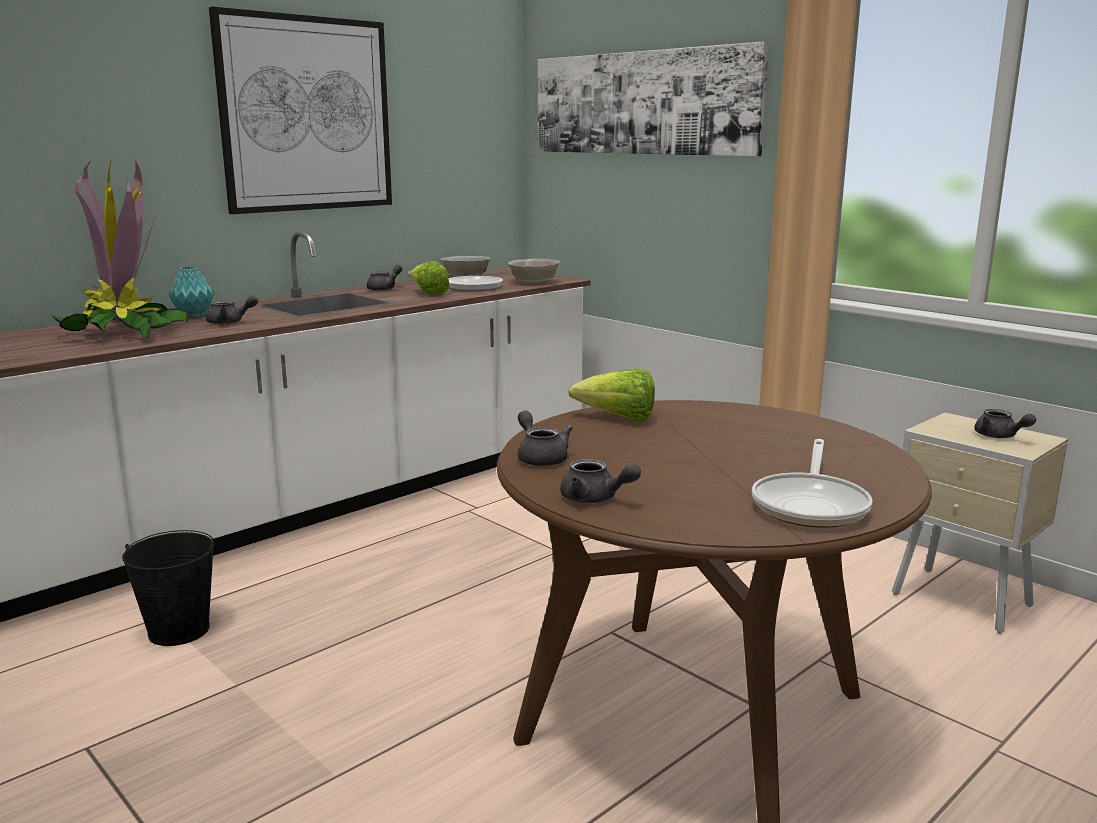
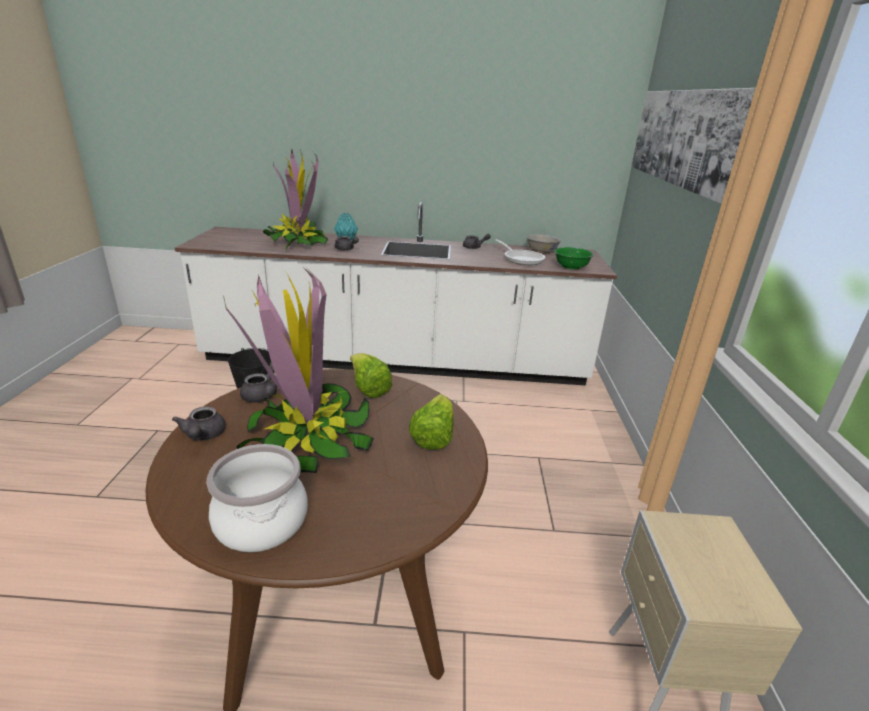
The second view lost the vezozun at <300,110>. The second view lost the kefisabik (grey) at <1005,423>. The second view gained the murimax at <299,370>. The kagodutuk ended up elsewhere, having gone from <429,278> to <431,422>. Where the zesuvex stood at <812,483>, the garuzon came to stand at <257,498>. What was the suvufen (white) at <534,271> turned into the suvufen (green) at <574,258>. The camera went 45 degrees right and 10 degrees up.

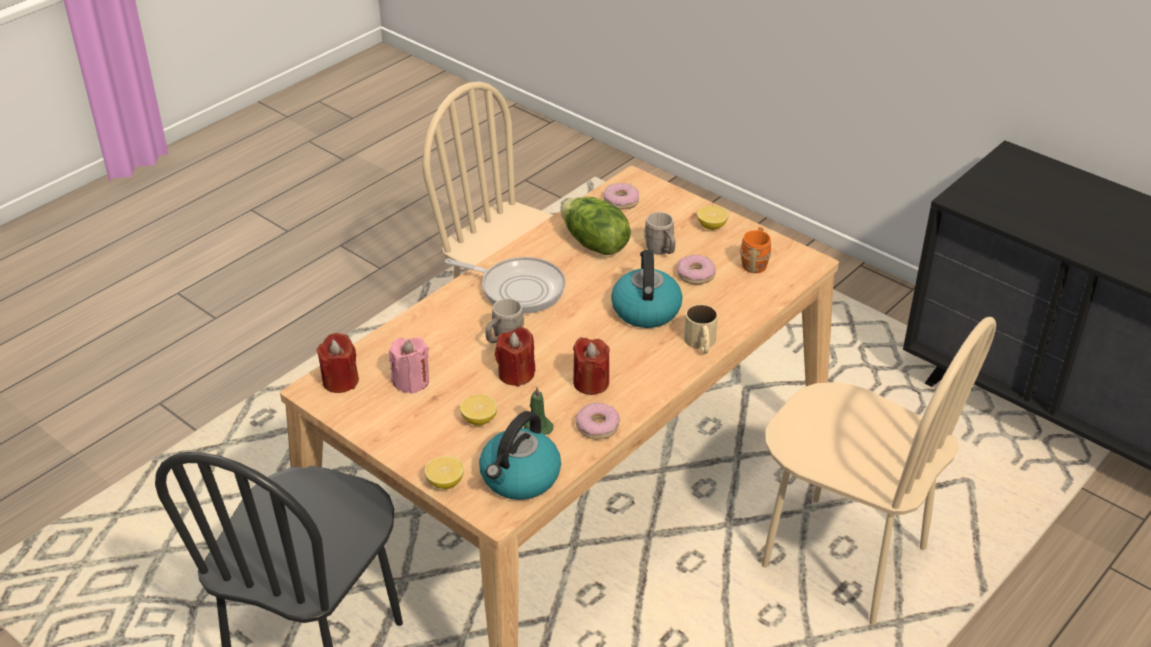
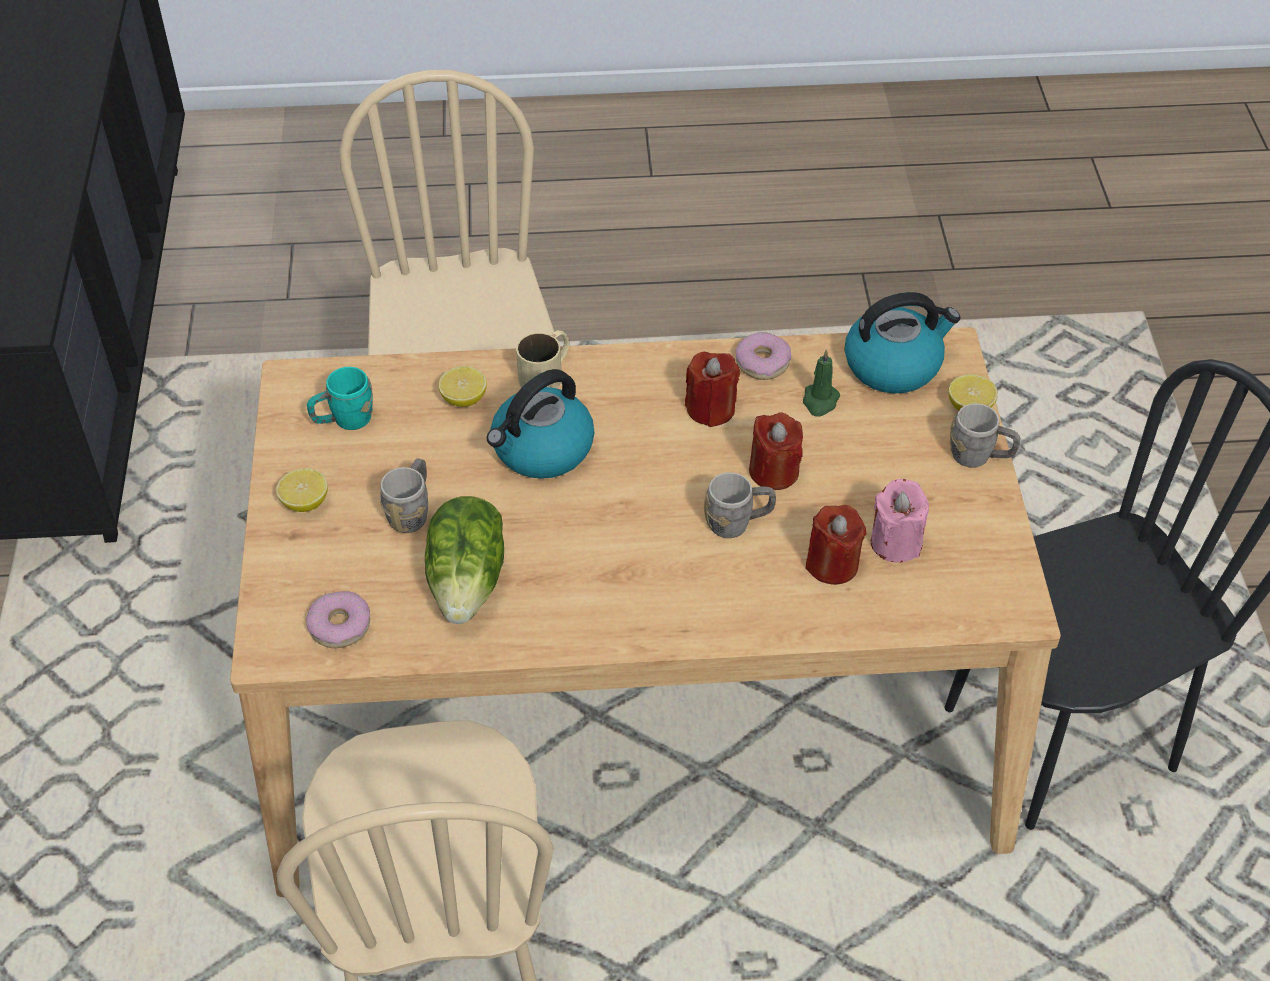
The second view lost the zesuvex at <505,285>. The second view lost the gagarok at <696,269>. The second view gained the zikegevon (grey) at <985,435>. The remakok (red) ended up elsewhere, having gone from <338,363> to <836,545>. The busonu ended up elsewhere, having gone from <478,410> to <462,386>. What was the zikegevon (orange) at <755,250> turned into the zikegevon (turquoise) at <340,398>. The camera went 135 degrees left and 10 degrees up.

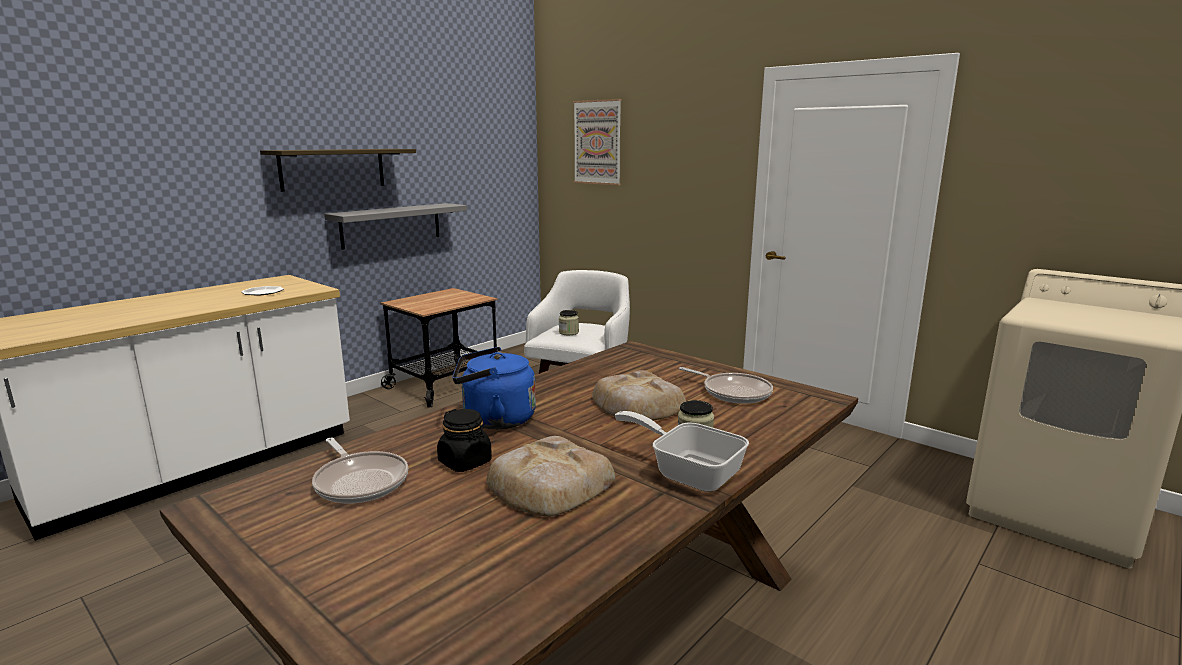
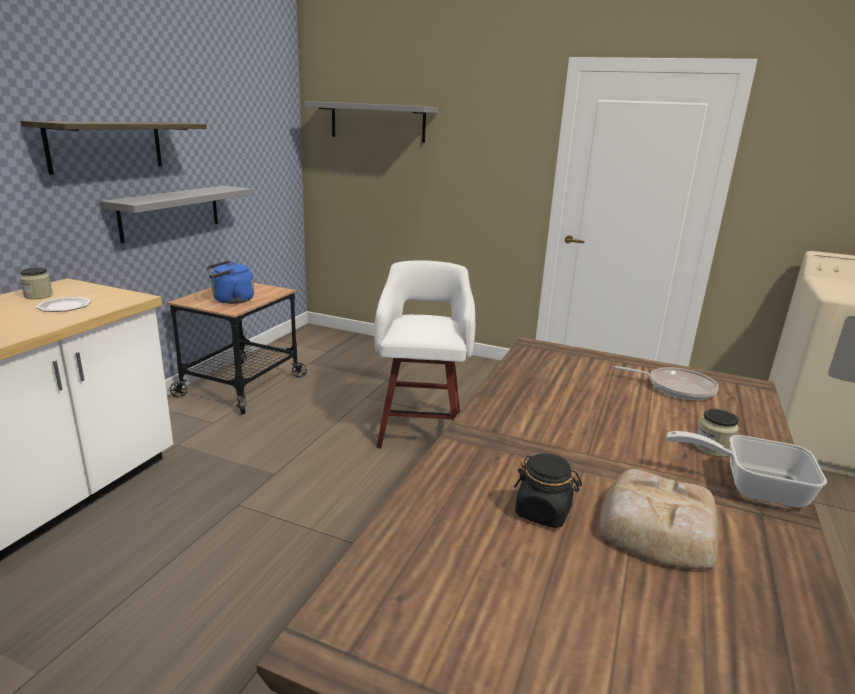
The second view lost the zesuvex at <360,470>. The second view lost the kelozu at <639,396>. The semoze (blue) ended up elsewhere, having gone from <494,388> to <230,282>. The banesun ended up elsewhere, having gone from <569,322> to <36,283>. Where the vezozun hung at <597,142>, the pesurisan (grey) came to hang at <371,122>. The camera went 20 degrees left and 5 degrees up.

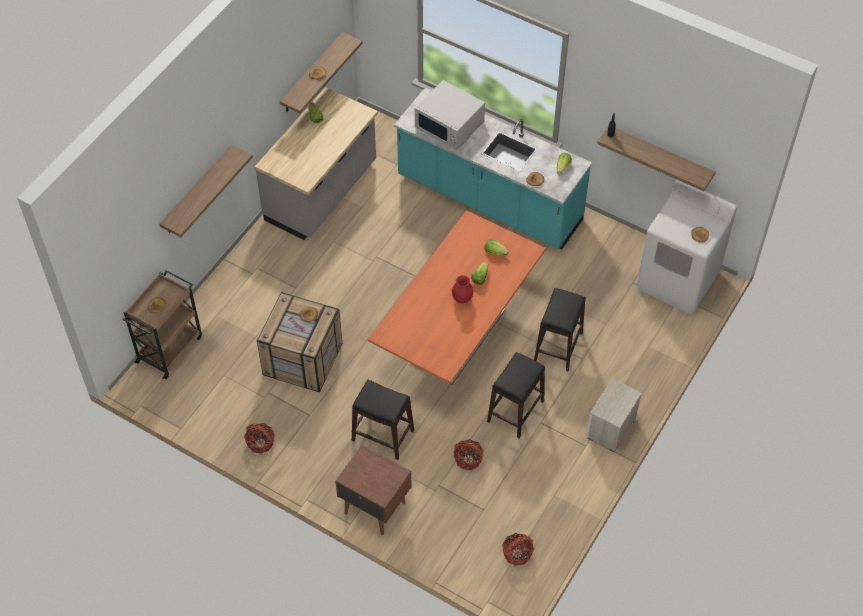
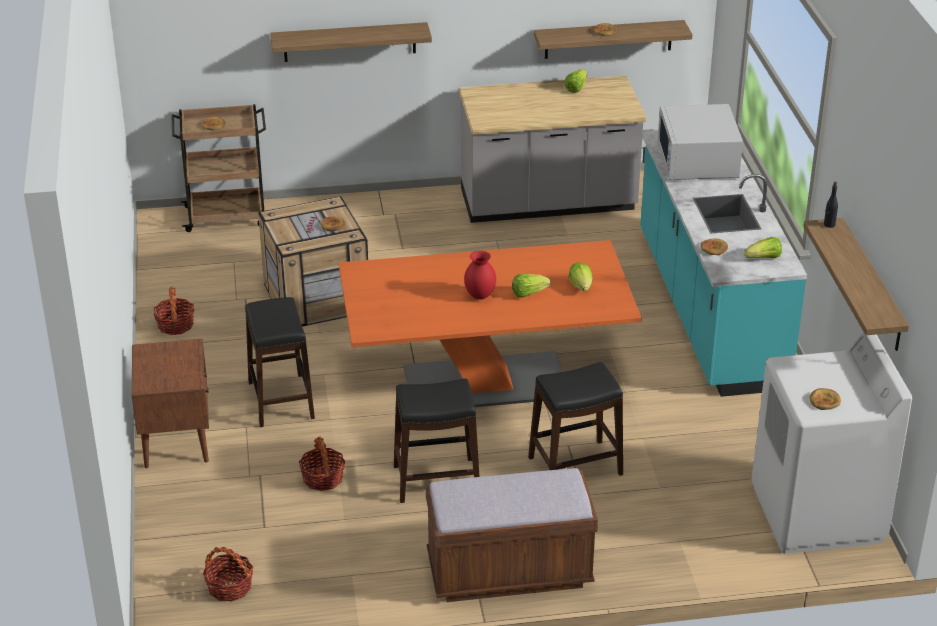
Where the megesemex stood at <614,415>, the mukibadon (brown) came to stand at <512,535>. The camera went 50 degrees right and 20 degrees down.

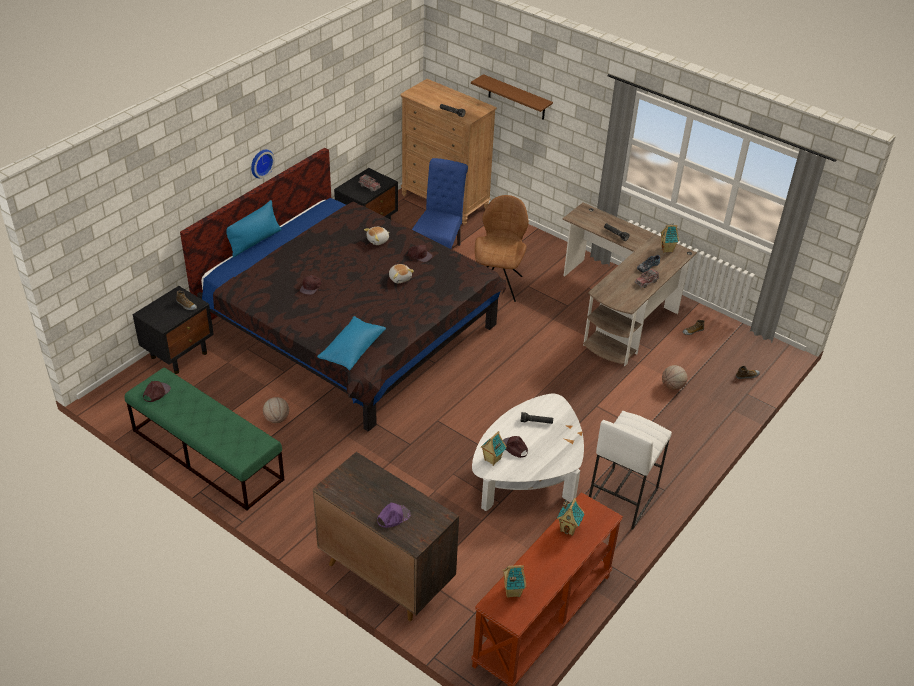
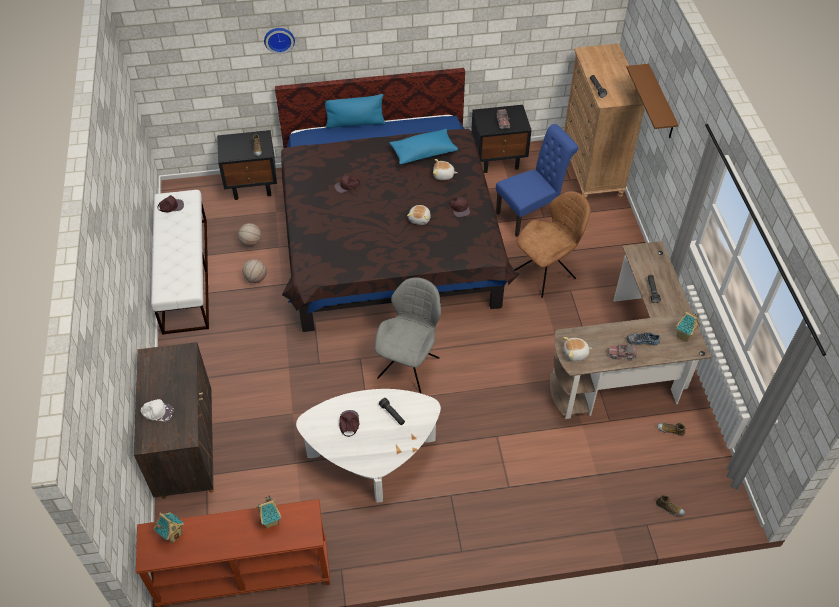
The second view lost the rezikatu at <494,448>. The second view lost the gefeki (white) at <630,470>. The second view gained the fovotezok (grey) at <408,335>. The second view gained the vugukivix at <577,349>. The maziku ended up elsewhere, having gone from <263,163> to <279,41>. The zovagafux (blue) ended up elsewhere, having gone from <351,343> to <424,147>. The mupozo ended up elsewhere, having gone from <675,377> to <249,235>. What was the mukibadon (green) at <205,439> turned into the mukibadon (white) at <180,262>. What was the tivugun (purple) at <394,515> turned into the tivugun (white) at <157,410>. The camera went 45 degrees right and 10 degrees up.

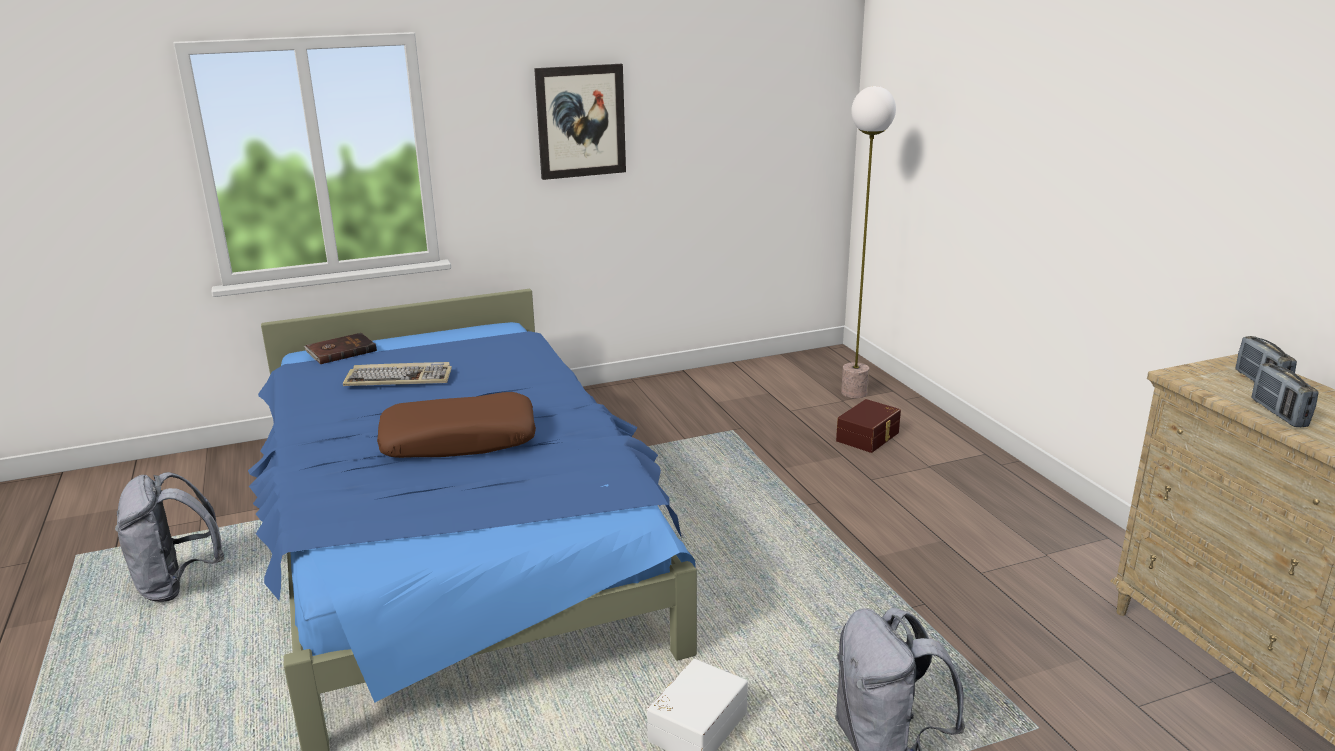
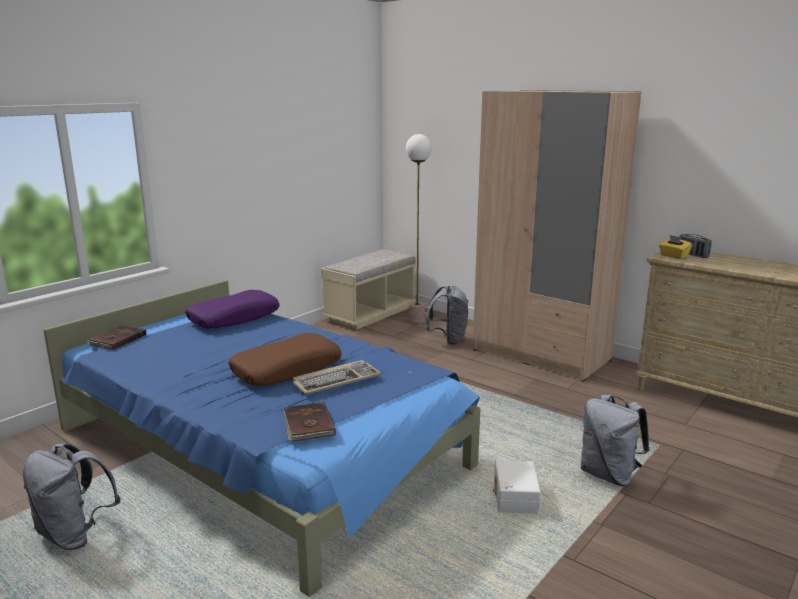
The second view lost the vezozun at <580,122>. The second view lost the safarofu at <1285,395>. The second view gained the zovagafux (purple) at <232,309>. The second view gained the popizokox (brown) at <309,422>. The second view gained the mukibadon (beige) at <368,289>. The second view gained the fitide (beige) at <557,236>. The second view gained the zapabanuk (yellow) at <675,247>. The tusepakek ended up elsewhere, having gone from <397,374> to <337,377>. Where the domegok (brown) stood at <868,426>, the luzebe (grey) came to stand at <447,315>. The camera went 30 degrees left and 5 degrees down.

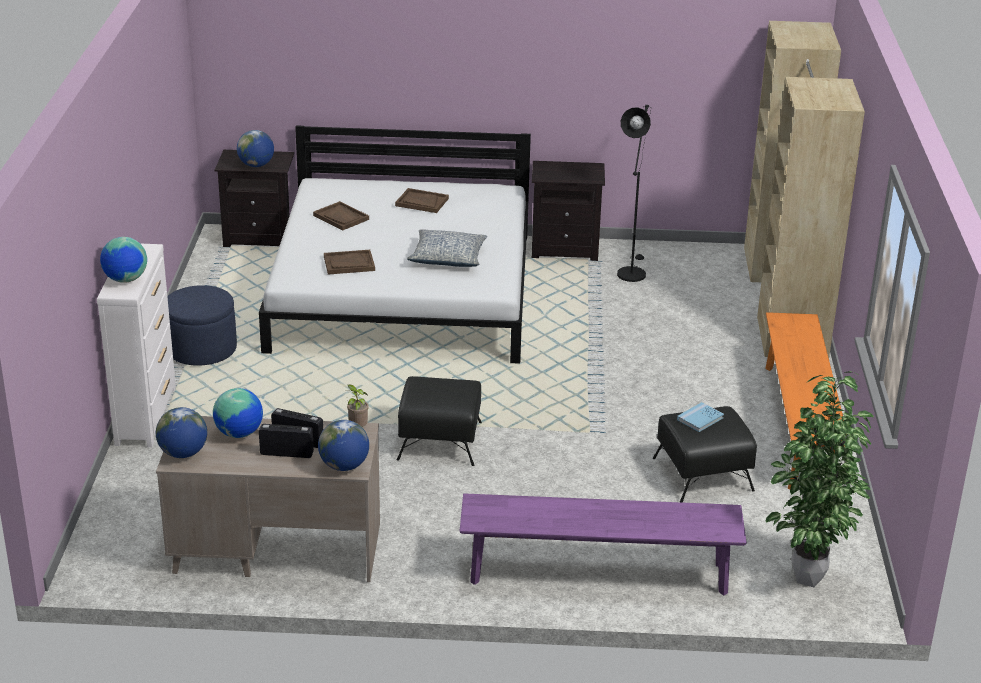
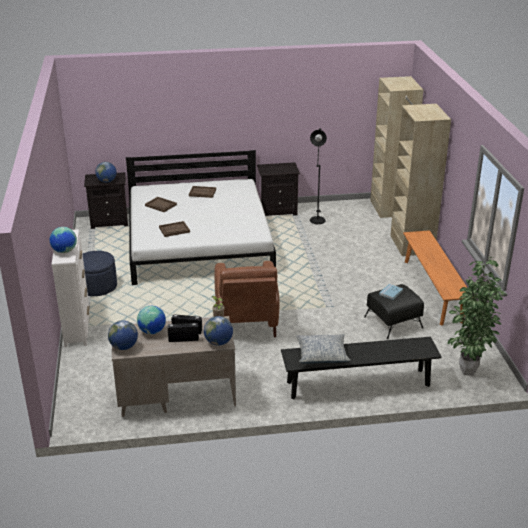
The zovagafux ended up elsewhere, having gone from <447,248> to <323,349>. Where the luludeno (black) stood at <439,421>, the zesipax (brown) came to stand at <246,299>. What was the mukibadon (purple) at <603,544> turned into the mukibadon (black) at <361,368>. The camera went 10 degrees left and 0 degrees up.

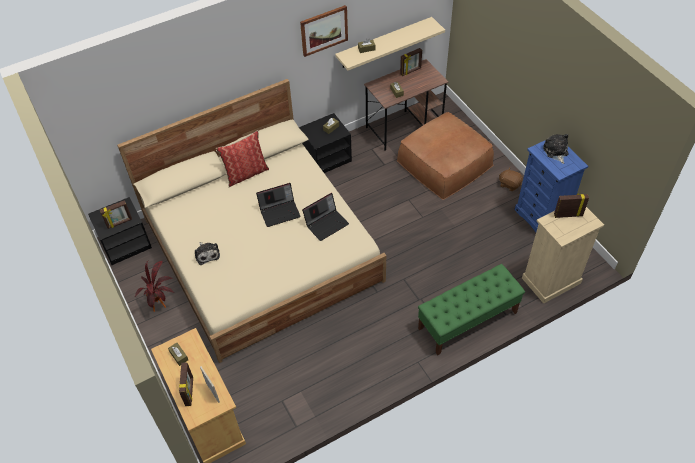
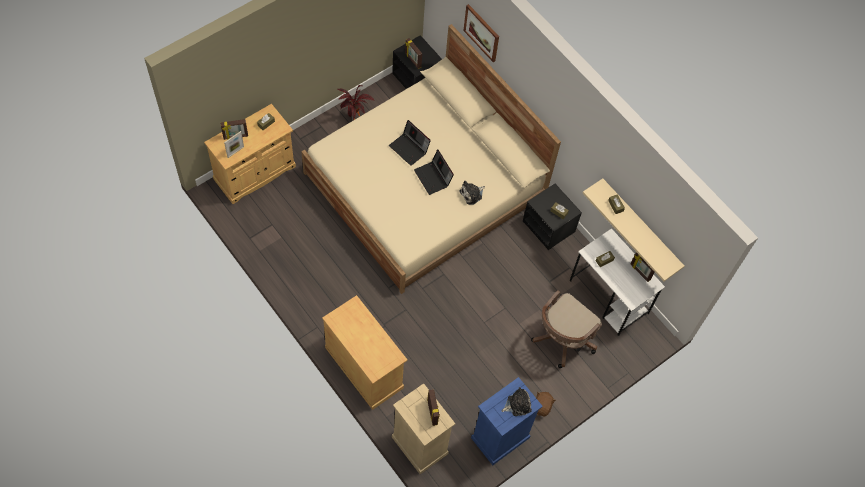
The second view lost the zovagafux at <242,158>. The vugukivix ended up elsewhere, having gone from <207,253> to <472,193>. The vezozun ended up elsewhere, having gone from <324,31> to <481,33>. The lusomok ended up elsewhere, having gone from <325,217> to <410,143>. Where the luludeno (brown) stood at <445,156>, the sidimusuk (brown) came to stand at <566,329>. Where the mukibadon (green) stood at <471,309>, the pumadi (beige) came to stand at <365,352>. What was the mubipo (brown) at <406,105> turned into the mubipo (white) at <617,282>. The camera went 75 degrees right and 10 degrees up.

